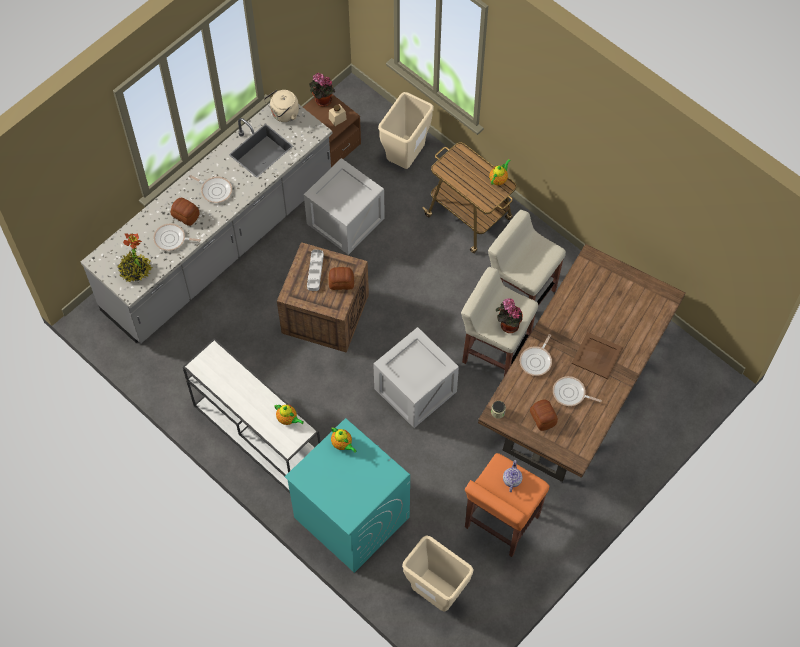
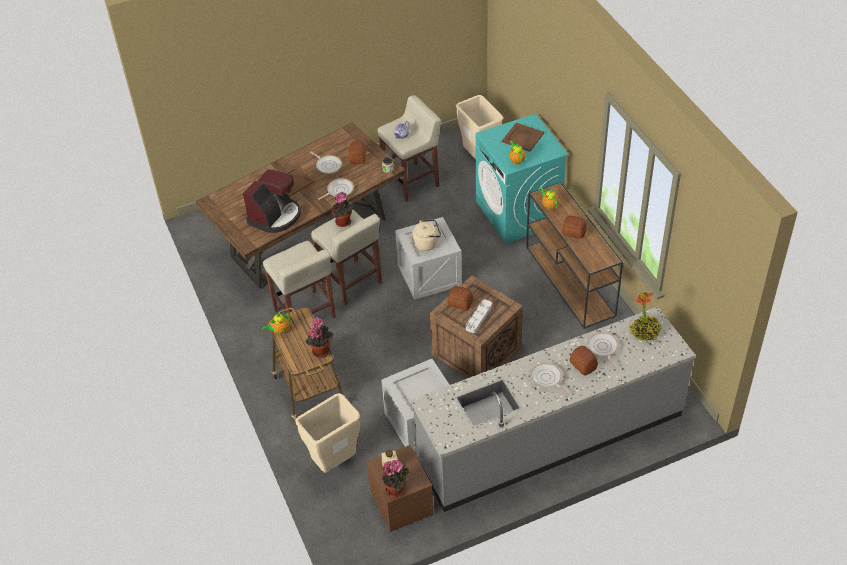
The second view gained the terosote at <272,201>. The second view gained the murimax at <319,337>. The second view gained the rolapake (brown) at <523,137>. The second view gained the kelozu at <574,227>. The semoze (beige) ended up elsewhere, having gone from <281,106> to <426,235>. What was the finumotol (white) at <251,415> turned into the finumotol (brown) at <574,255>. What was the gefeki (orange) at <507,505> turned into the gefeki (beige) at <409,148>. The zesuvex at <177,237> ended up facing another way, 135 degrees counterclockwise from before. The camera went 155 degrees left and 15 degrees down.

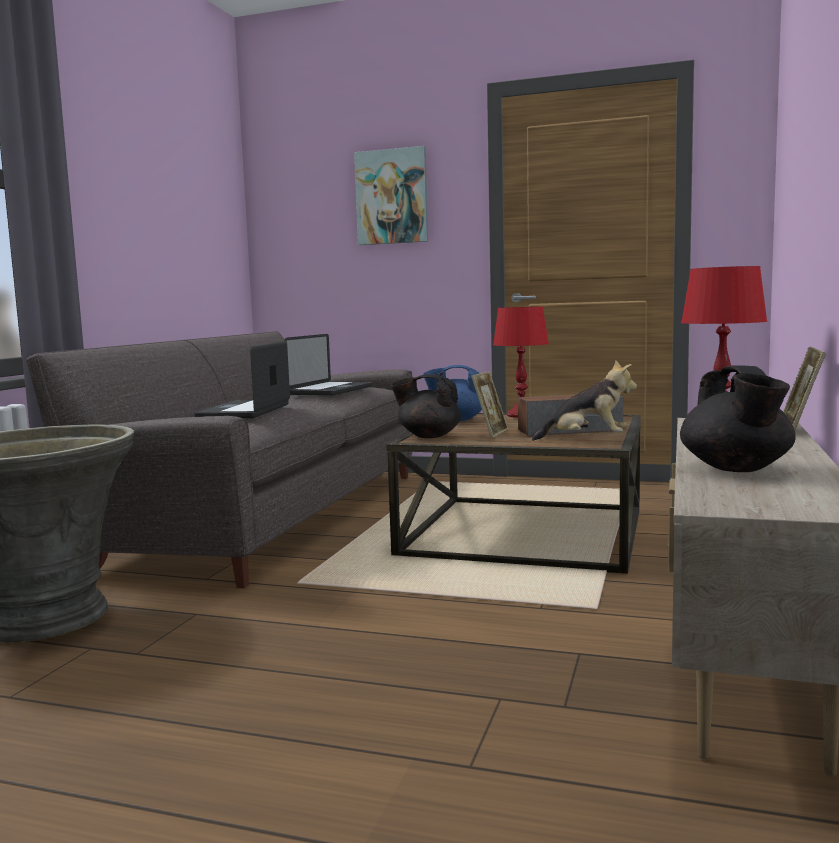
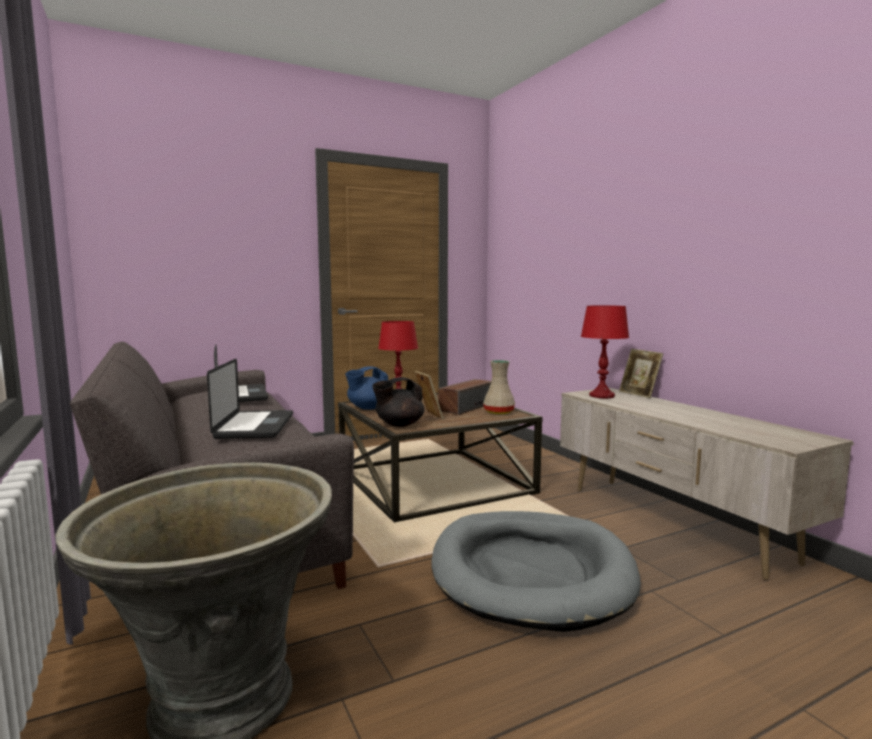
The second view lost the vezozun at <391,195>. The second view lost the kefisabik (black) at <738,418>. The second view gained the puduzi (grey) at <536,571>. Where the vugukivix stood at <584,400>, the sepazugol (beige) came to stand at <499,387>. The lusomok at <242,379> ended up facing another way, 150 degrees counterclockwise from before. The camera went 45 degrees left and 0 degrees up.

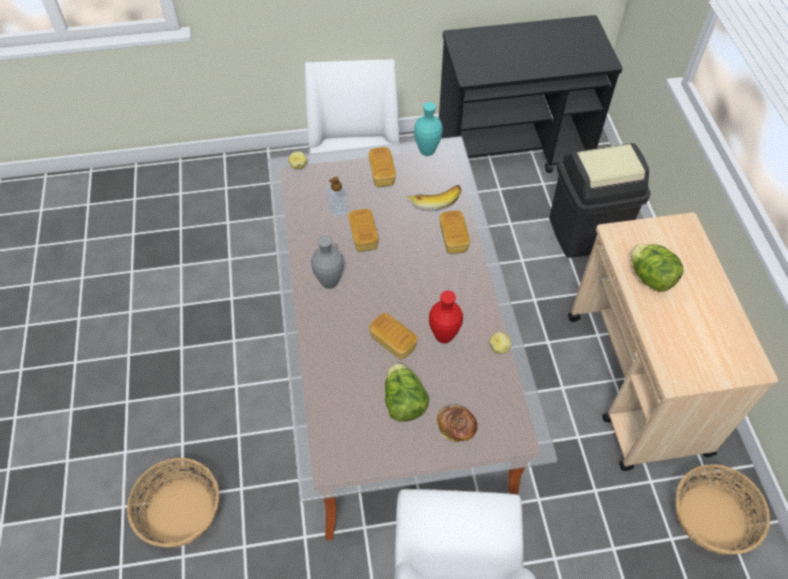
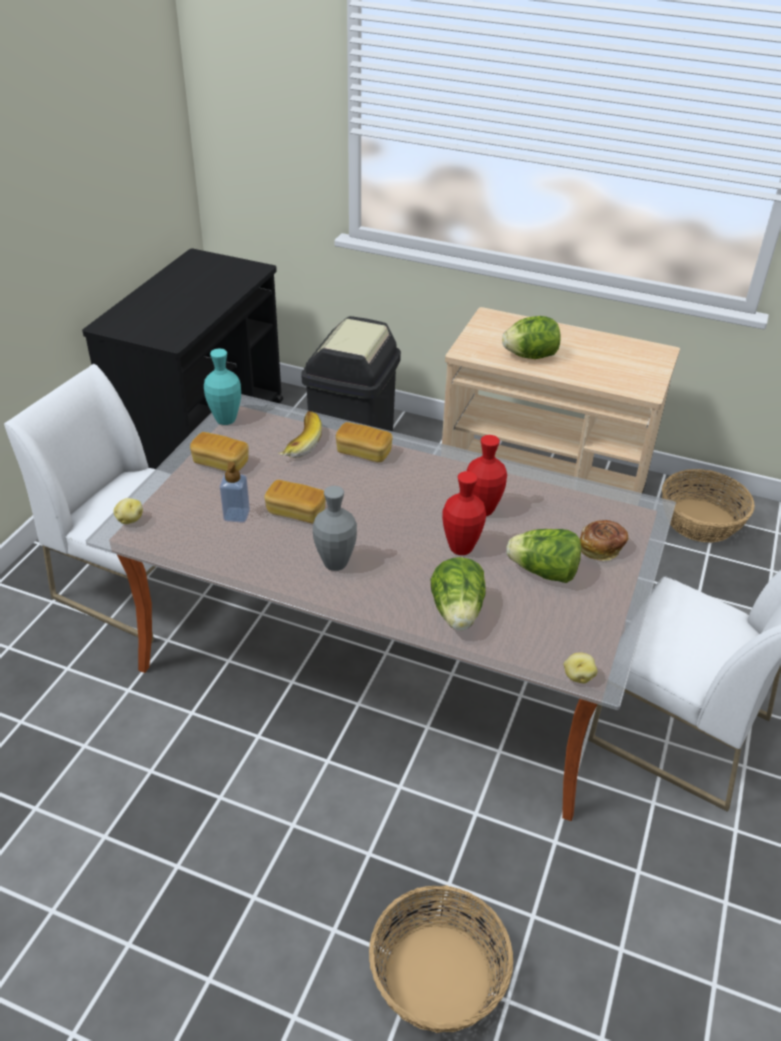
The second view gained the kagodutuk at <458,594>. The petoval ended up elsewhere, having gone from <500,343> to <580,668>. Where the kelozu stood at <393,336>, the sepazugol (red) came to stand at <464,513>. The camera went 60 degrees left and 15 degrees down.

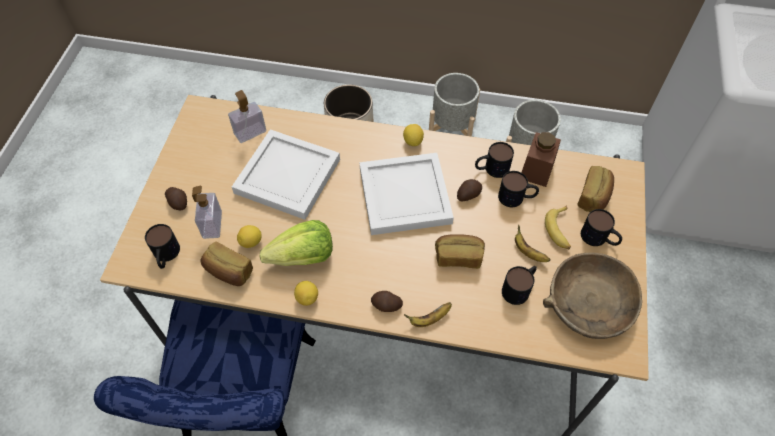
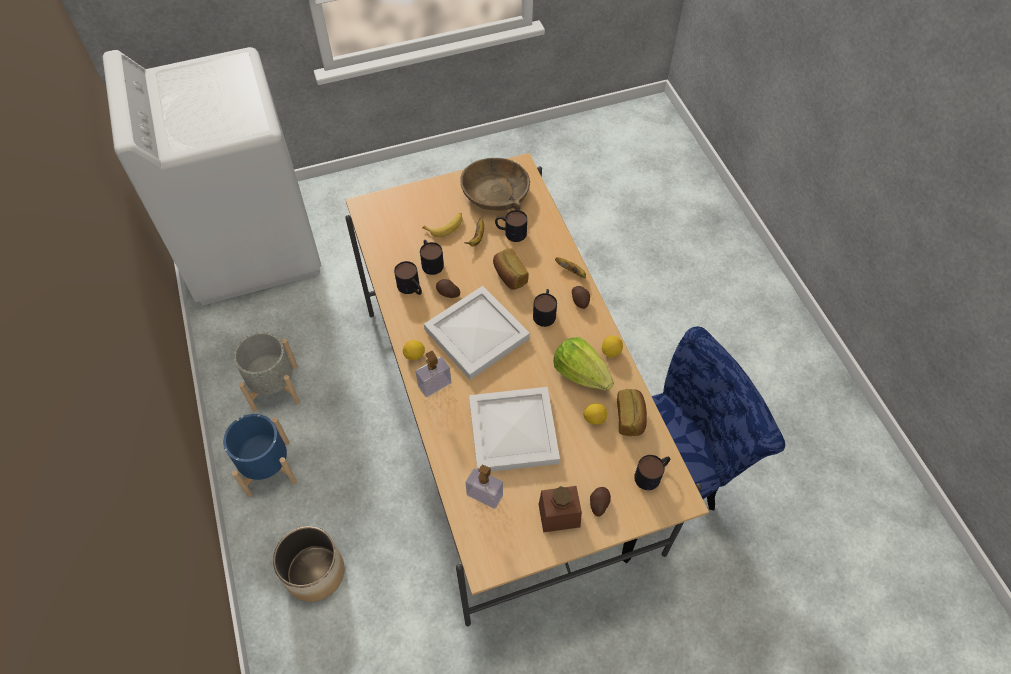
The second view lost the kelozu at <595,189>. The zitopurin ended up elsewhere, having gone from <207,212> to <433,374>. The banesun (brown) ended up elsewhere, having gone from <541,159> to <560,509>. The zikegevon ended up elsewhere, having gone from <601,227> to <545,308>. What was the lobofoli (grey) at <454,105> turned into the lobofoli (blue) at <260,455>. The camera went 120 degrees left and 0 degrees up.

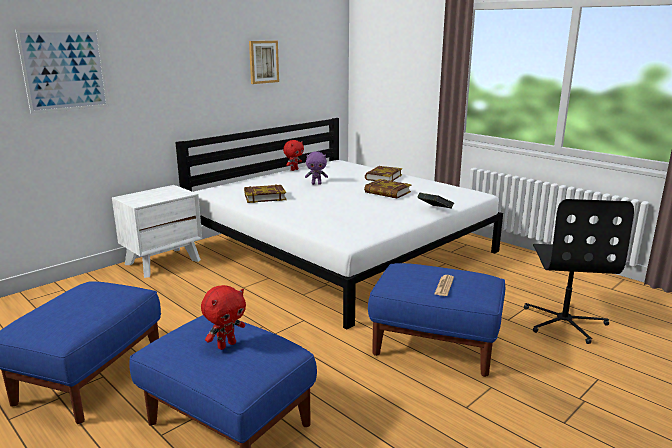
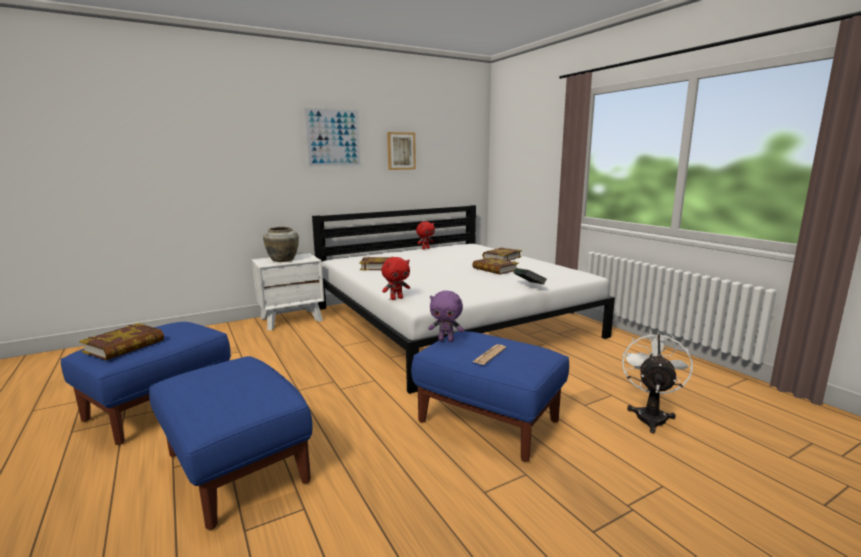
The second view gained the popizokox at <121,341>. The second view gained the sepazugol (beige) at <281,244>. The vezozun ended up elsewhere, having gone from <62,71> to <332,137>. The vugukivix (red) ended up elsewhere, having gone from <223,317> to <395,278>. The vugukivix (purple) ended up elsewhere, having gone from <316,168> to <446,316>. Where the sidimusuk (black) stood at <579,271>, the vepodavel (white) came to stand at <657,382>. The camera went 15 degrees right and 5 degrees down.

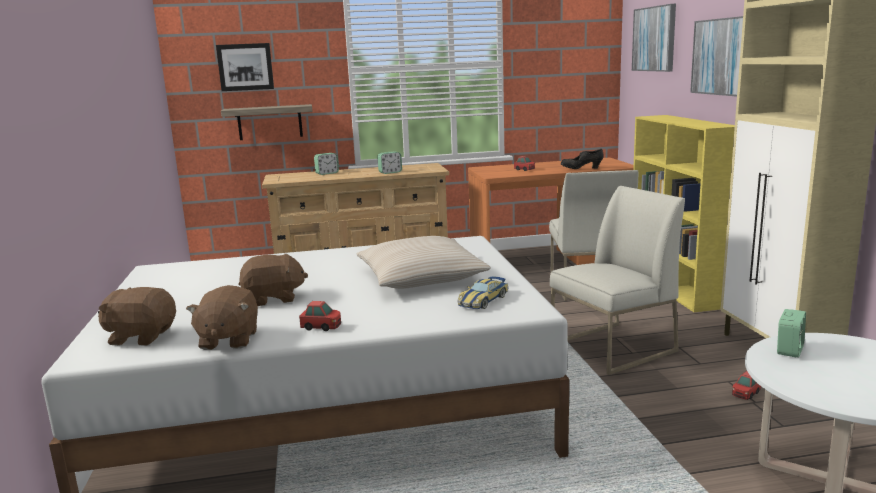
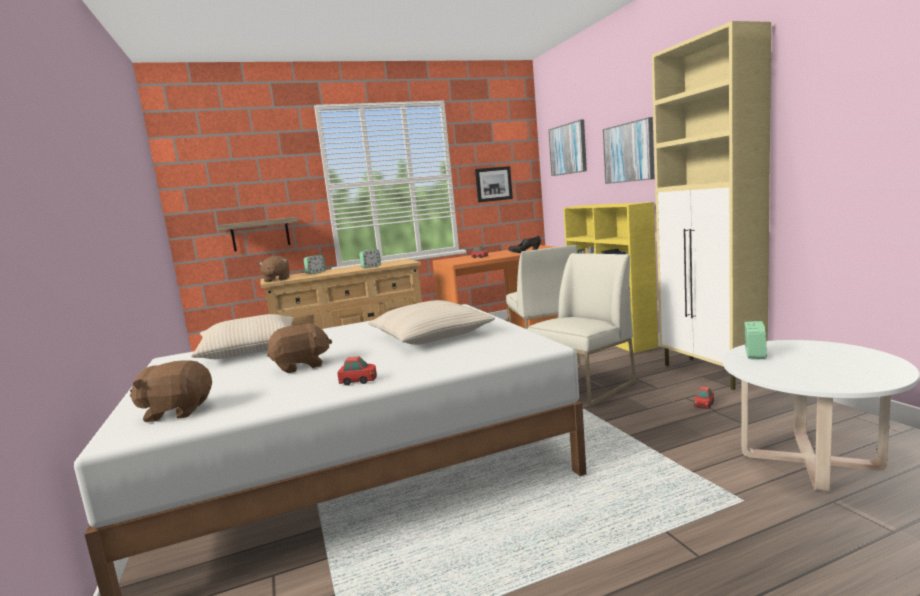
The second view lost the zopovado at <482,292>. The second view gained the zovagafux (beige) at <242,336>. The vugukivix (brown) ended up elsewhere, having gone from <222,317> to <273,269>. The vezozun ended up elsewhere, having gone from <245,67> to <494,184>. The camera went 10 degrees left and 5 degrees down.

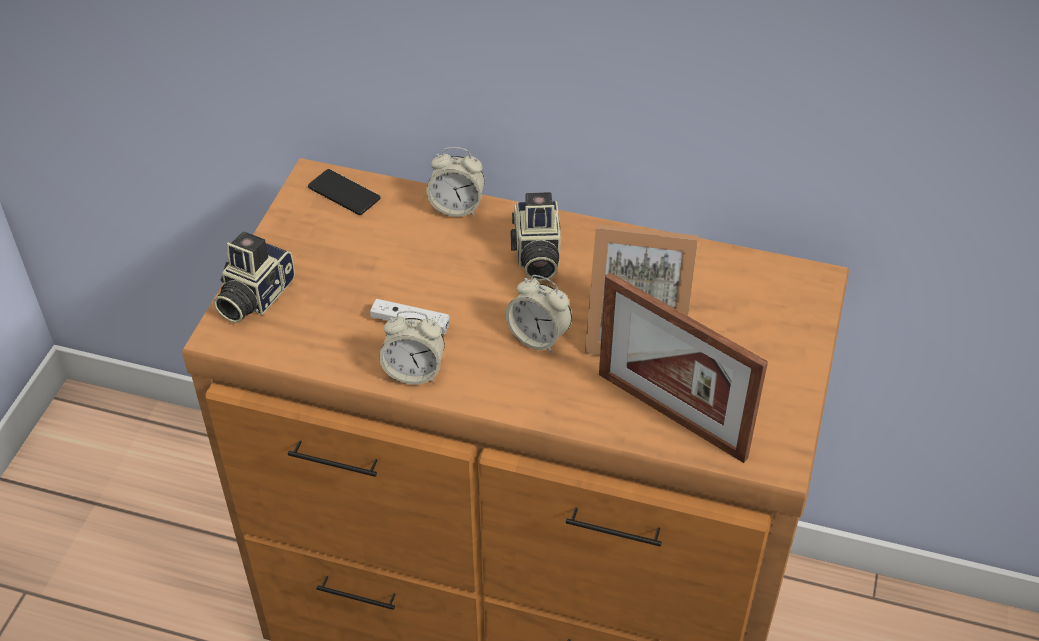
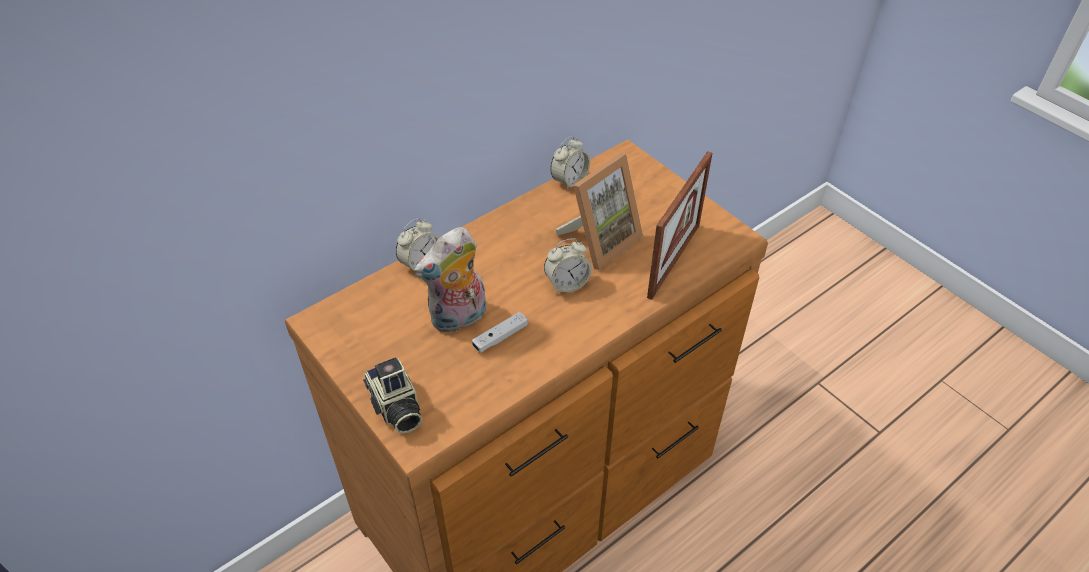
The second view lost the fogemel at <344,192>. The second view lost the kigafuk at <535,237>. The second view gained the vugukivix at <450,280>. The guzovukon ended up elsewhere, having gone from <412,348> to <570,163>. The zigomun at <683,367> ended up facing another way, 45 degrees counterclockwise from before. The camera went 55 degrees left and 0 degrees up.

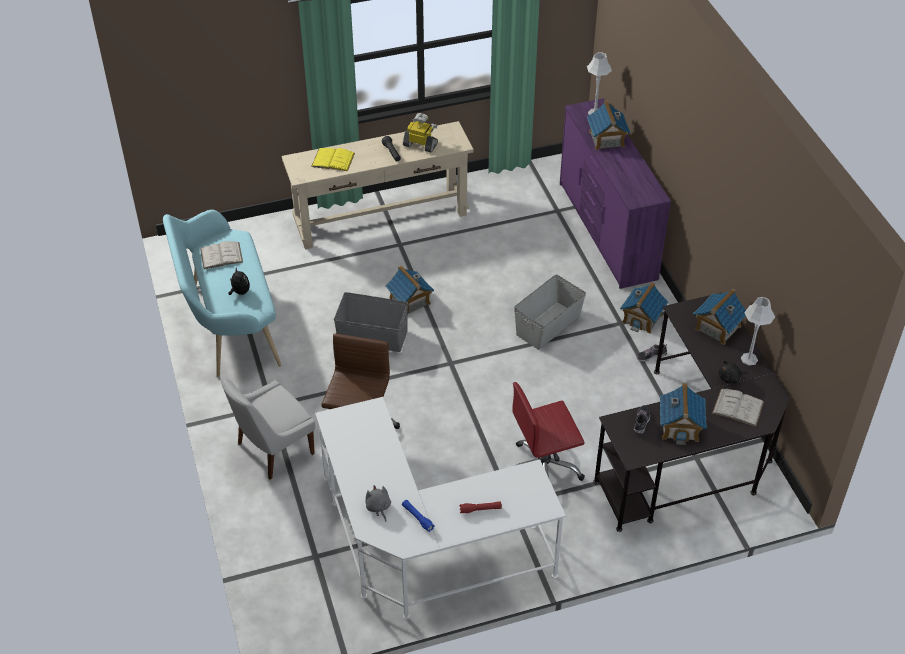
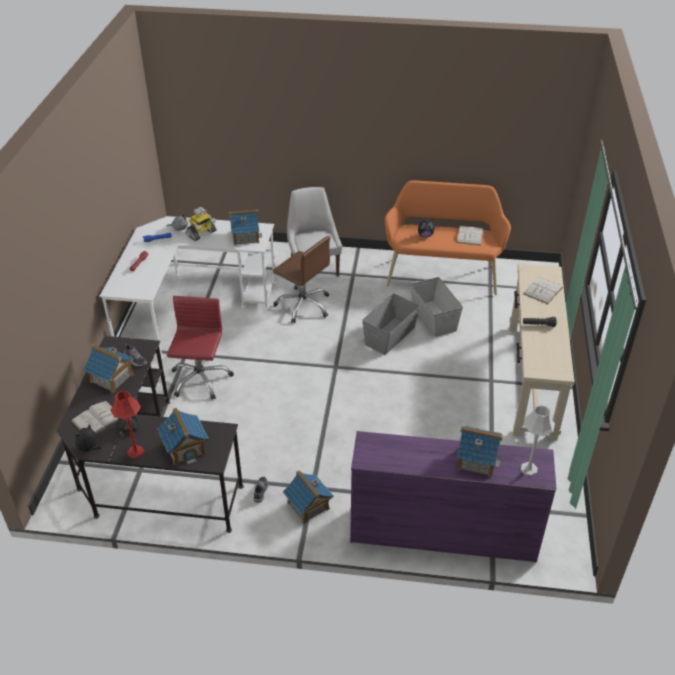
The second view gained the vugukivix at <88,438>. The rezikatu ended up elsewhere, having gone from <410,290> to <245,227>. The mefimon ended up elsewhere, having gone from <420,133> to <201,224>. The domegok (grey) ended up elsewhere, having gone from <550,312> to <437,307>. What was the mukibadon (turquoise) at <222,293> turned into the mukibadon (orange) at <448,237>. What was the popizokox (yellow) at <333,159> turned into the popizokox (white) at <543,290>. What was the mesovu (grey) at <758,331> turned into the mesovu (red) at <127,424>. The camera went 115 degrees right and 5 degrees down.

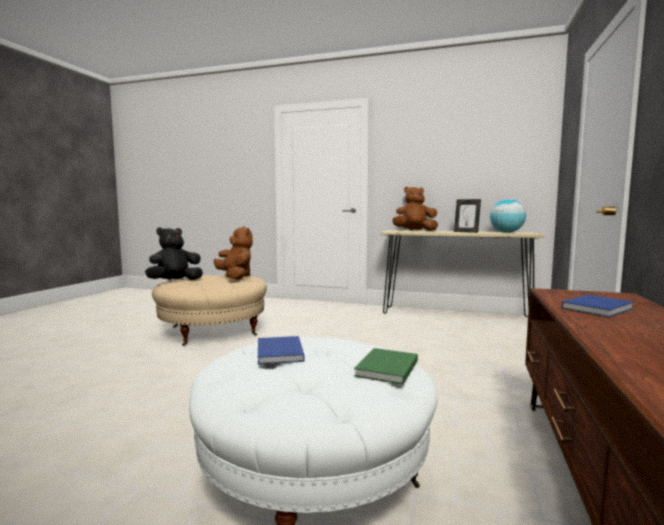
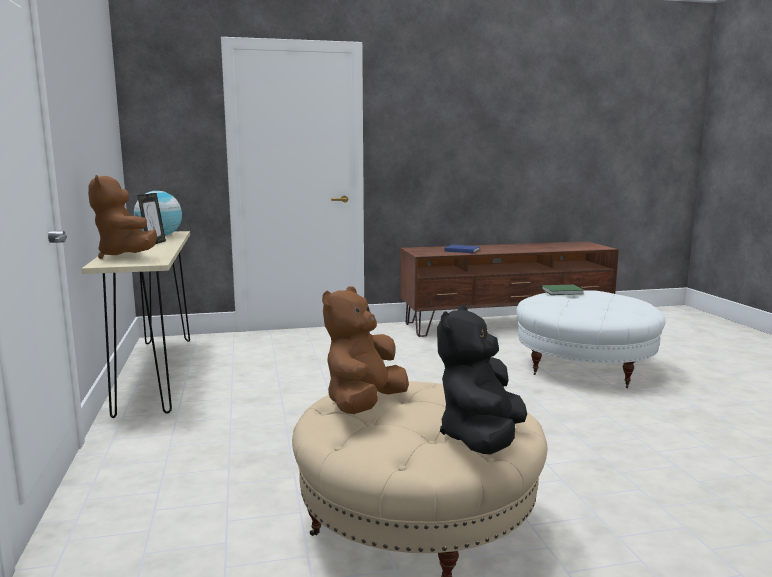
The second view lost the popizokox (blue) at <281,350>. The vugukivix (black) at <174,253> ended up facing another way, 90 degrees clockwise from before. The camera went 120 degrees left and 5 degrees up.

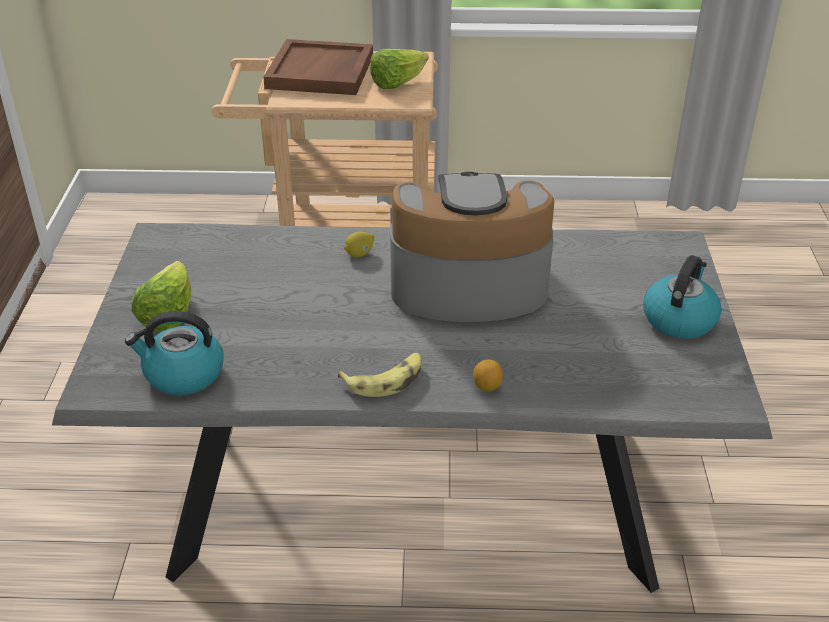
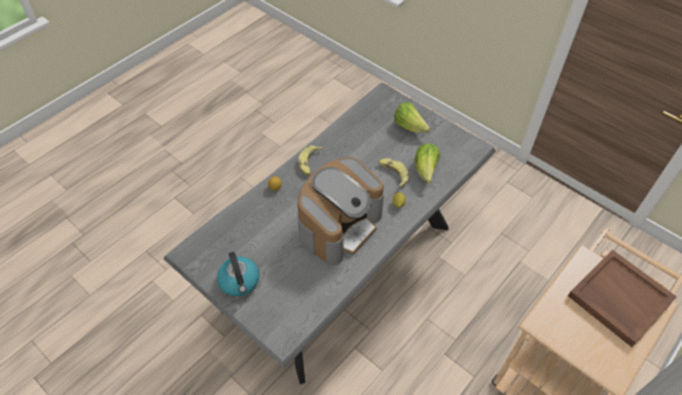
The second view lost the semoze at <174,353>. The second view gained the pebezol at <393,173>. The kagodutuk ended up elsewhere, having gone from <399,69> to <427,163>. The camera went 130 degrees right and 15 degrees up.

